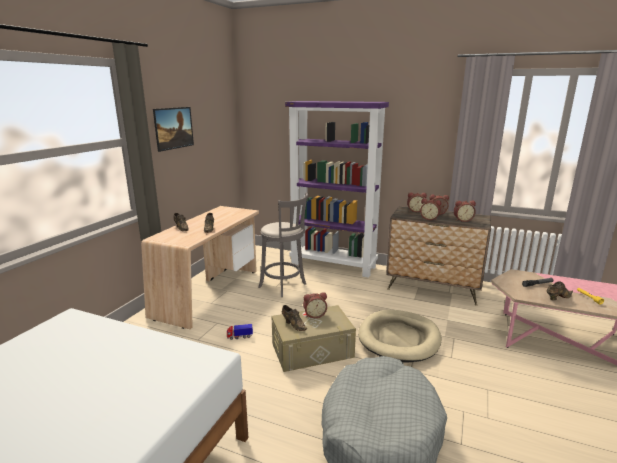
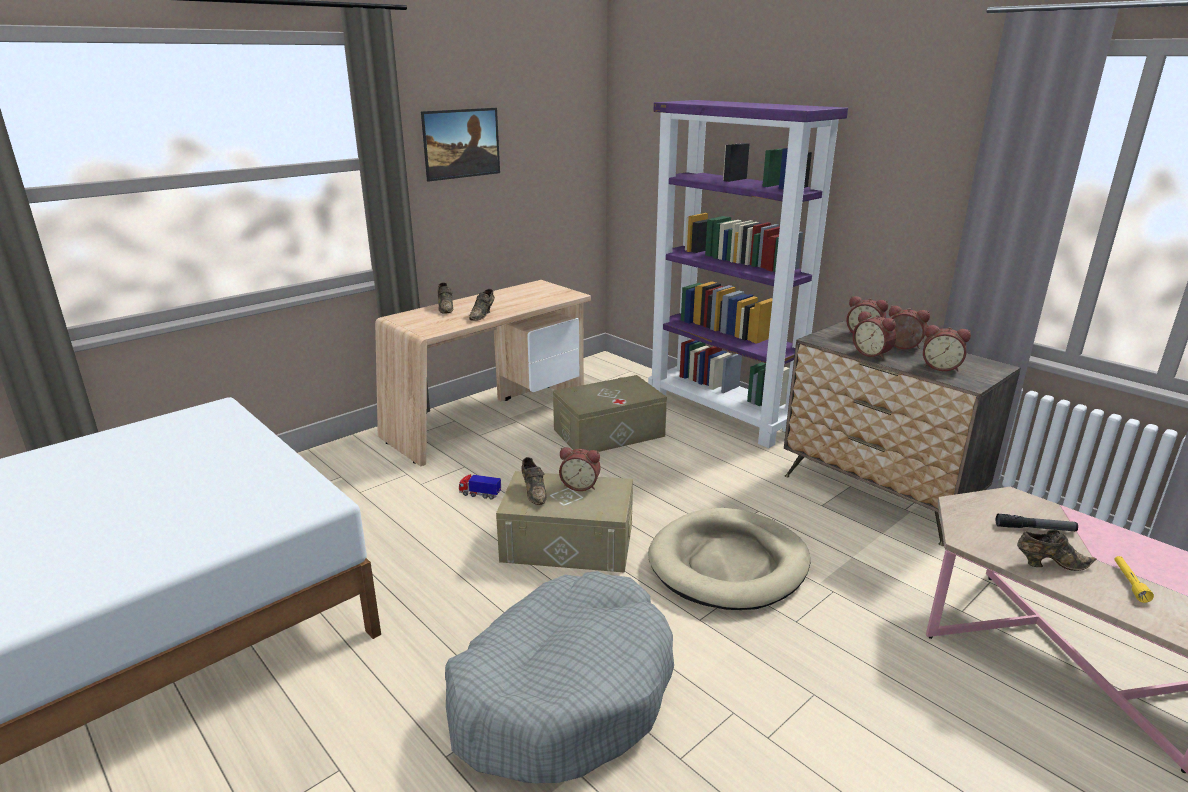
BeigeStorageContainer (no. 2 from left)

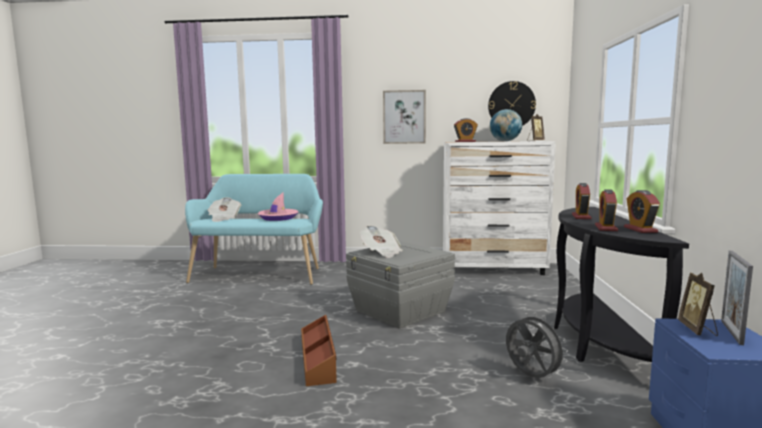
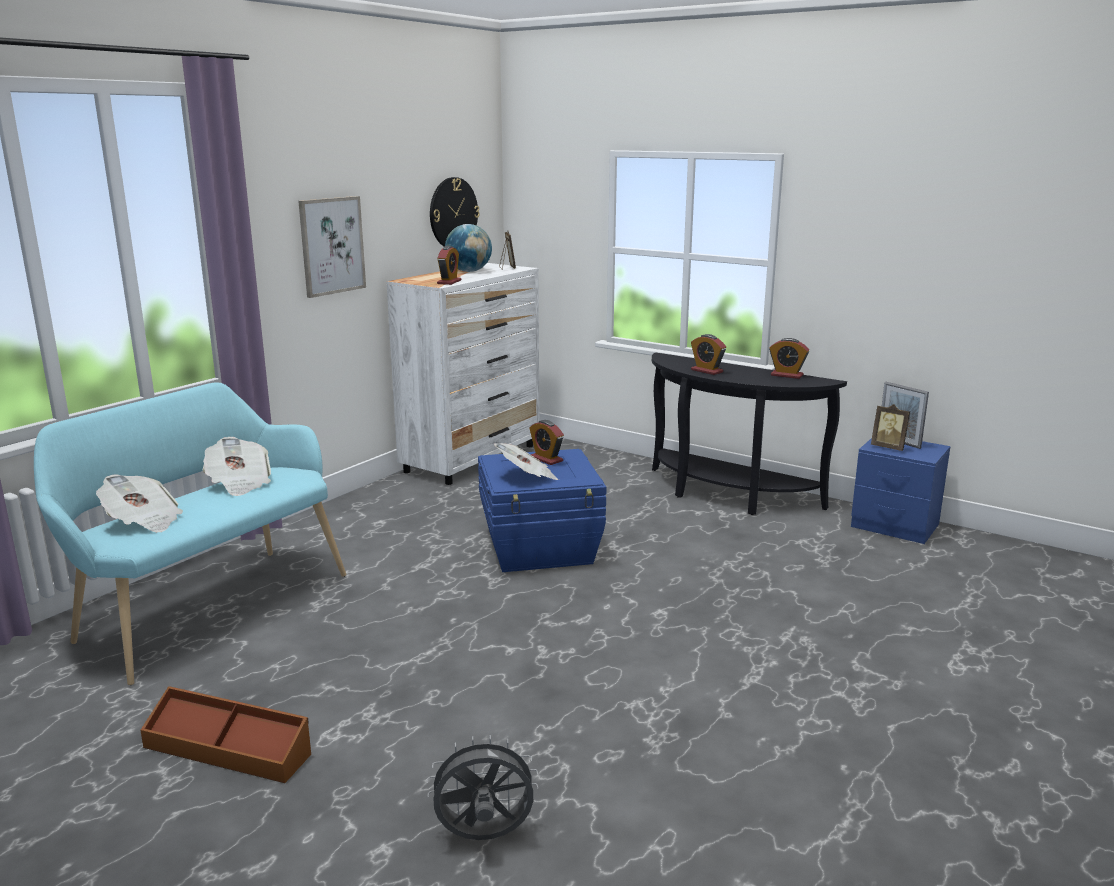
BrownStorageContainer
GrayCoolingFan
AlarmClock (no. 2 from left)
PrintedPaper (no. 2 from left)
BluishStorageContainer

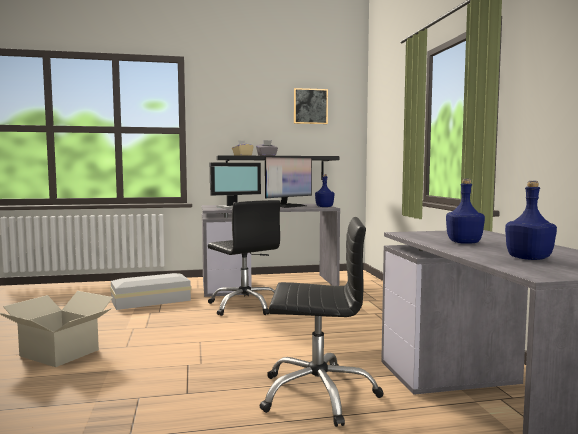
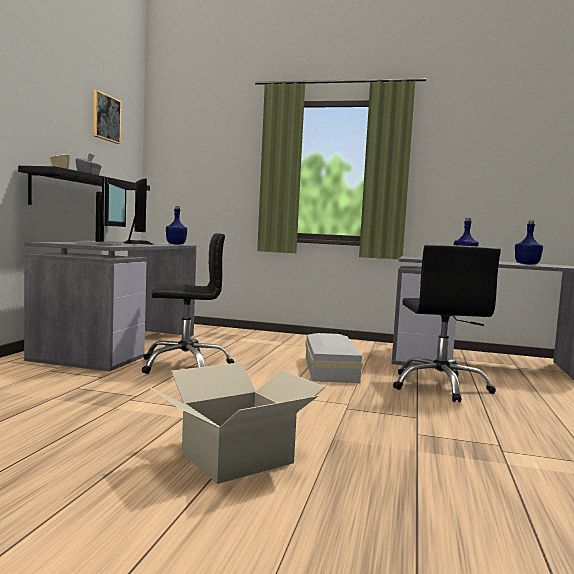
WhitishStorageContainer
BlackComputerChair (no. 2 from left)

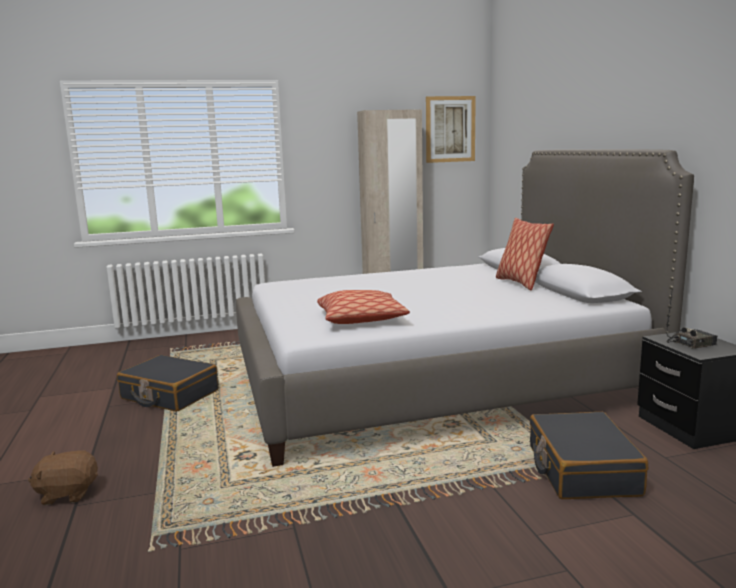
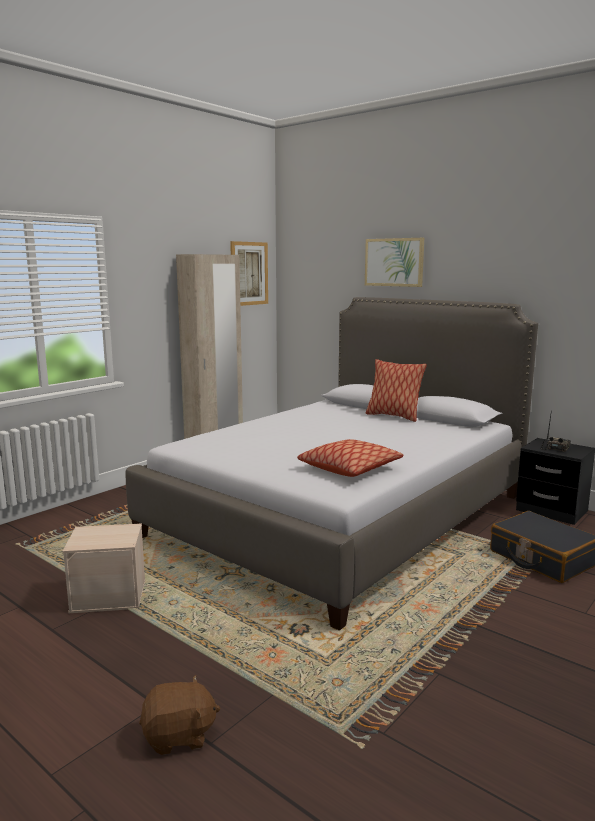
Picture (no. 2 from left)
BeigeStorageContainer
BrownPlushToy

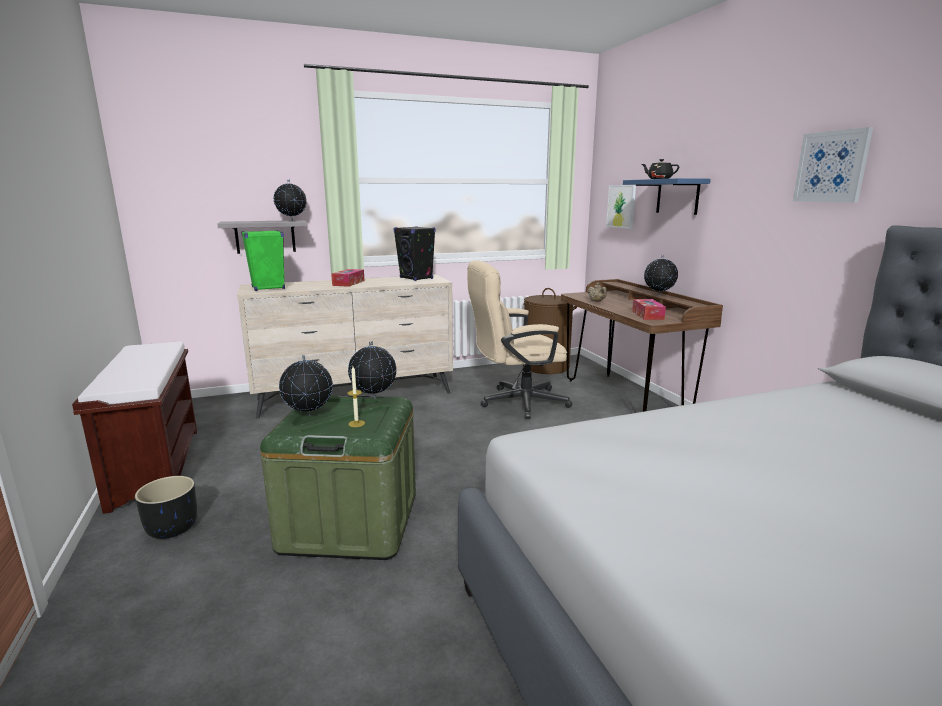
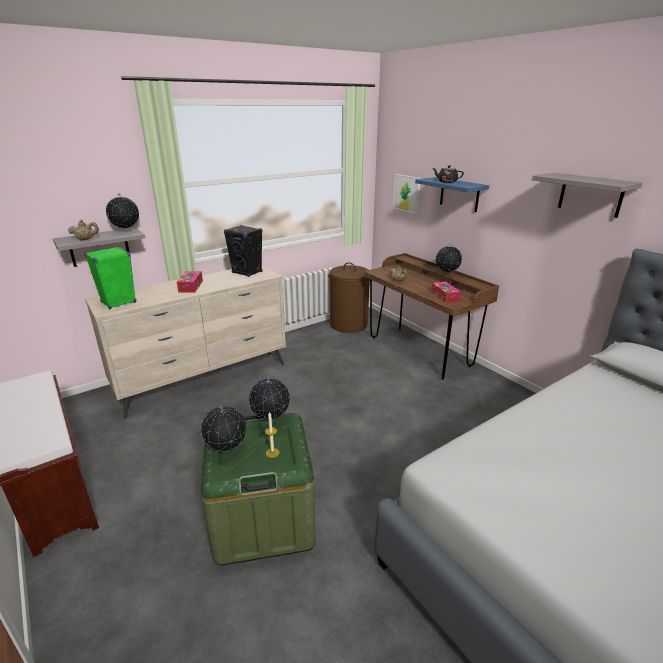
BlackPlanter
BeigeComputerChair
BeigeTeaPot (no. 1 from left)
GrayWallShelf (no. 2 from left)

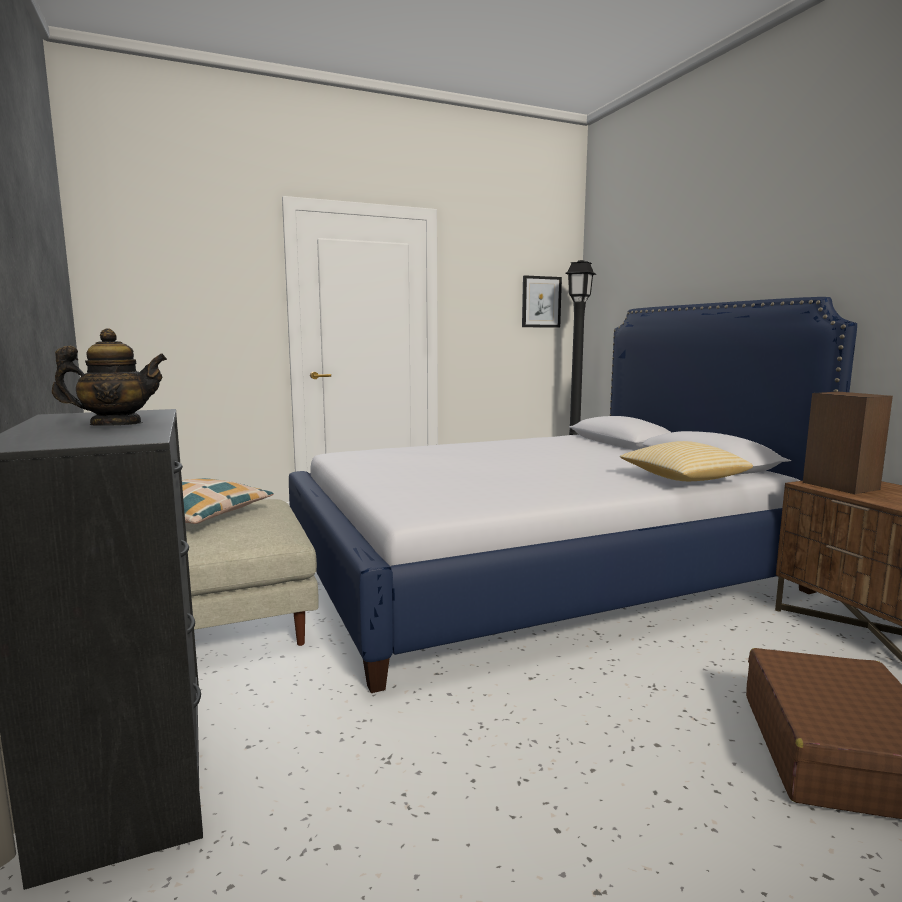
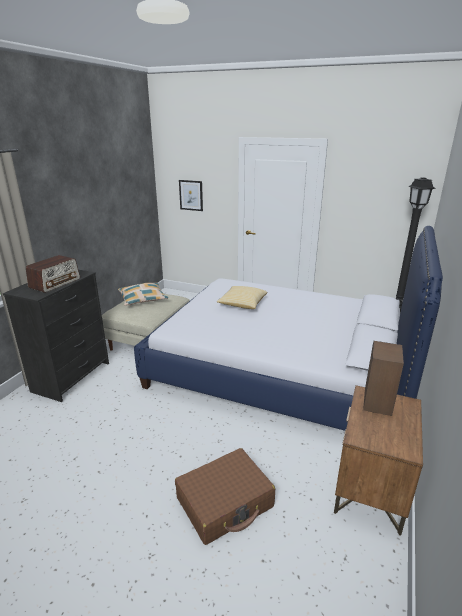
Picture
ThrowPillow (no. 2 from left)
Radio

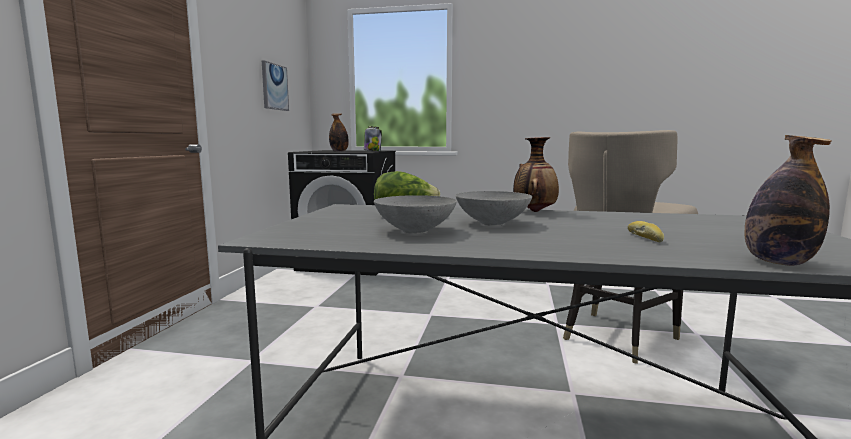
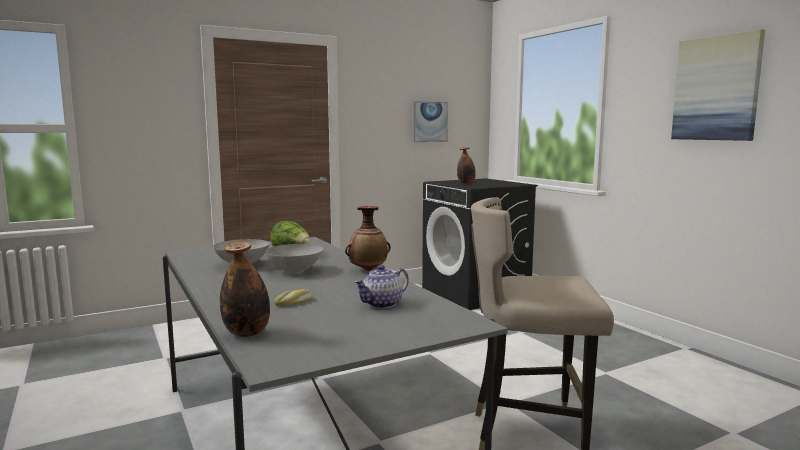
PreserveJar
TeaPot
Picture (no. 2 from left)

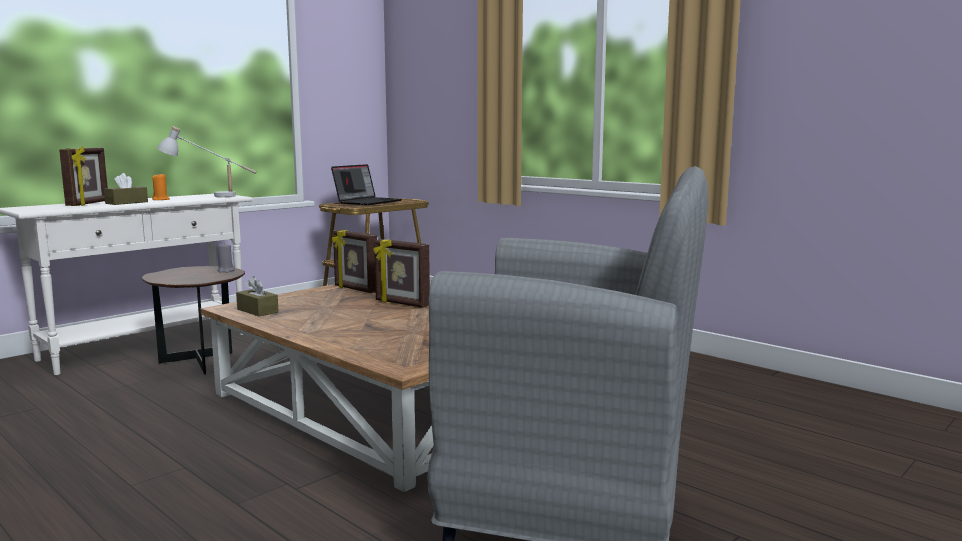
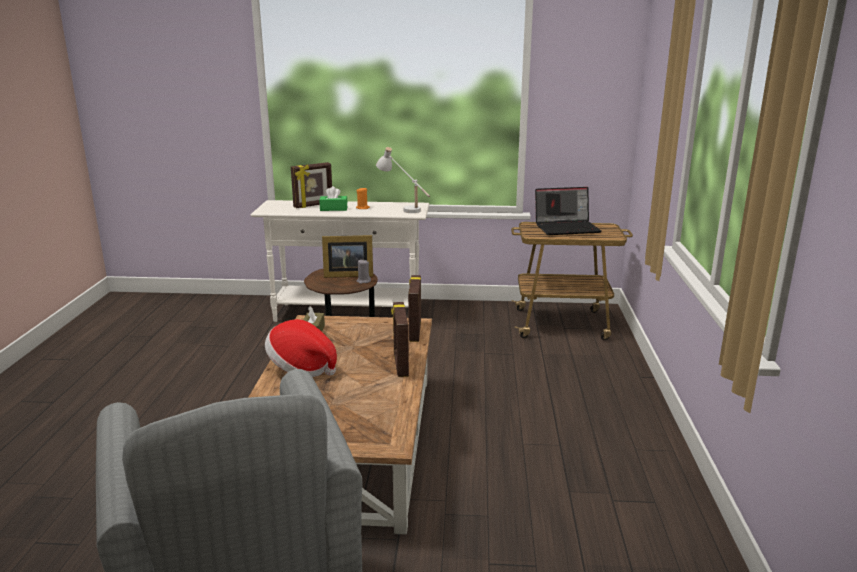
WearableHat
PictureFrame (no. 2 from left)
GreenColouredTissueHolder

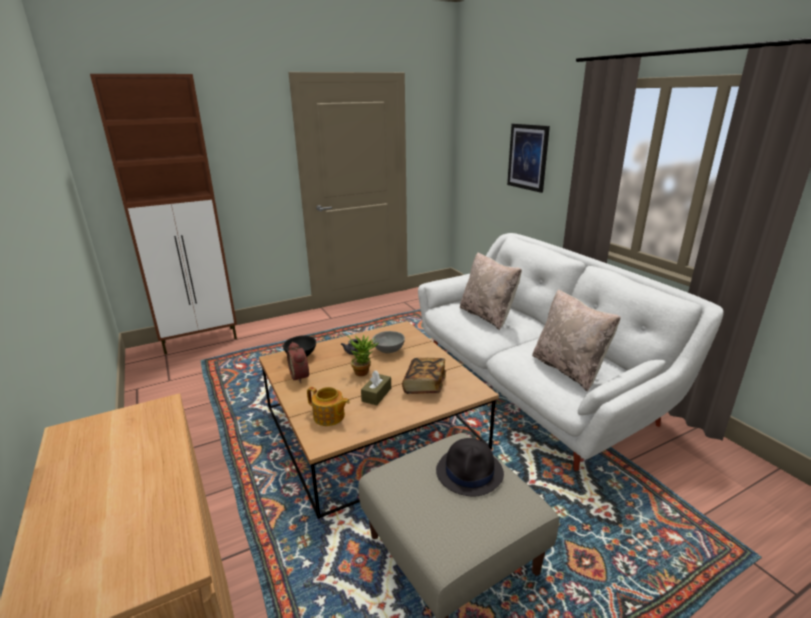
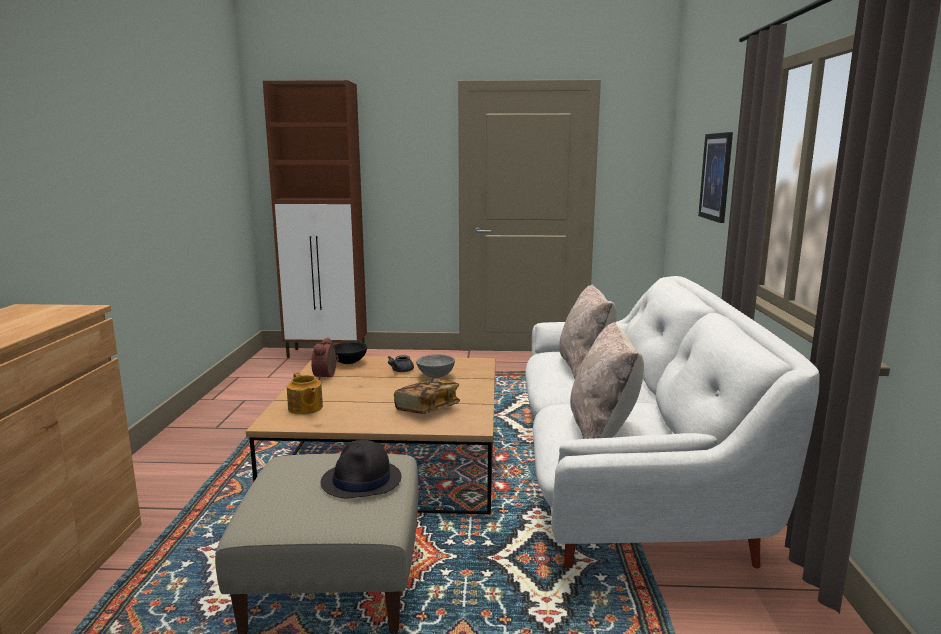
PottedPlant
BrownTissueHolder

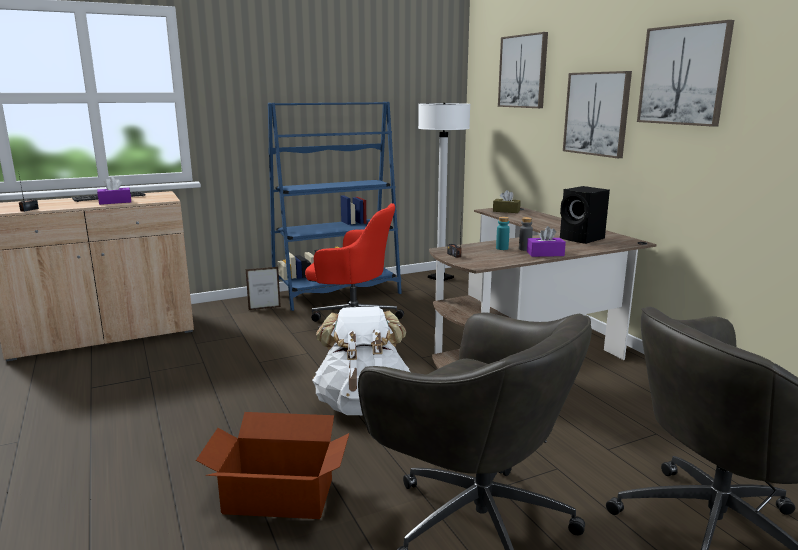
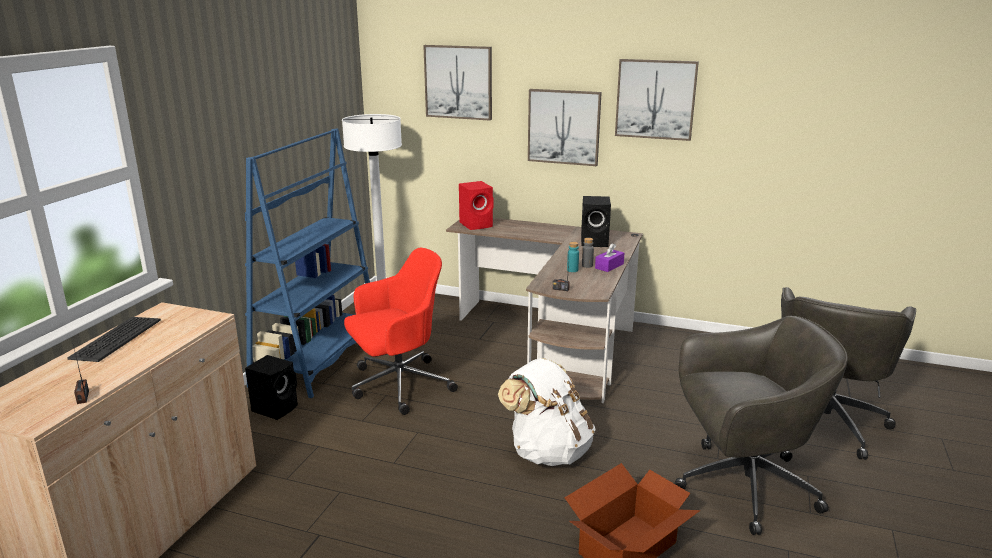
PurplishTissueHolder (no. 1 from left in the first image)
BlackSpeaker (no. 1 from left)
RedColouredSpeaker

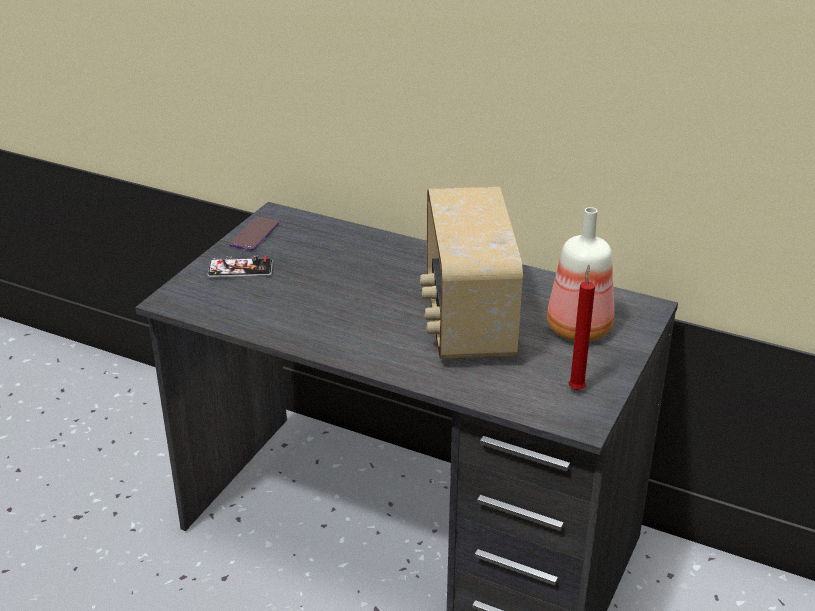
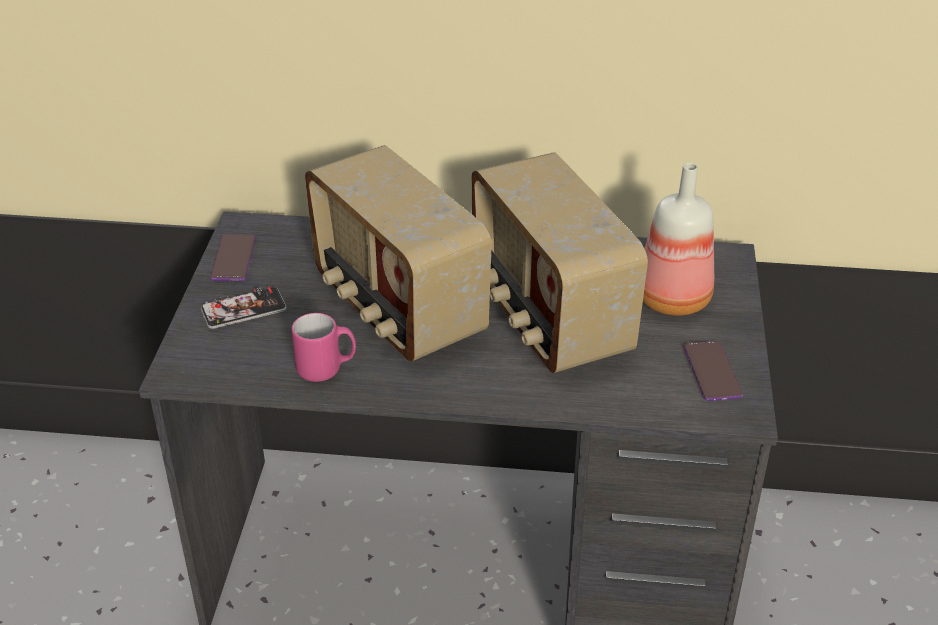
PinkColouredMug
Radio (no. 1 from left)
Handset (no. 3 from left)

